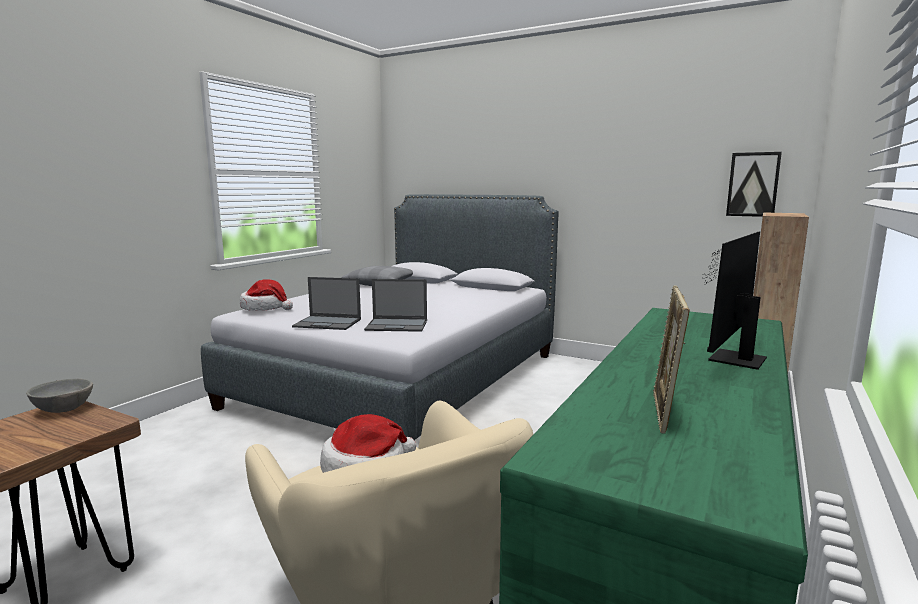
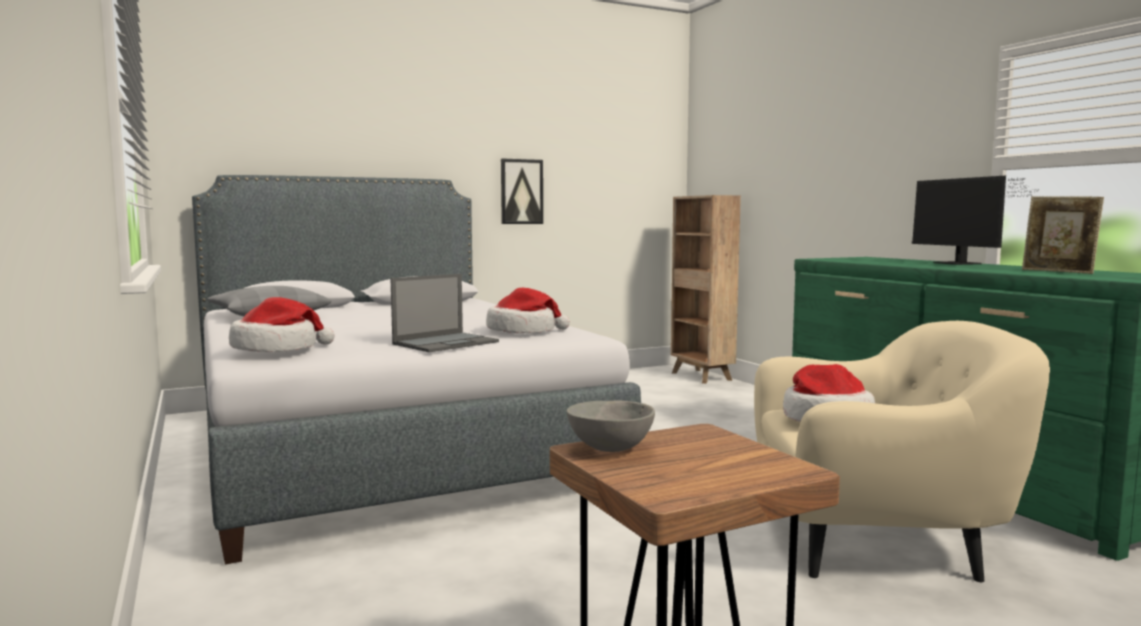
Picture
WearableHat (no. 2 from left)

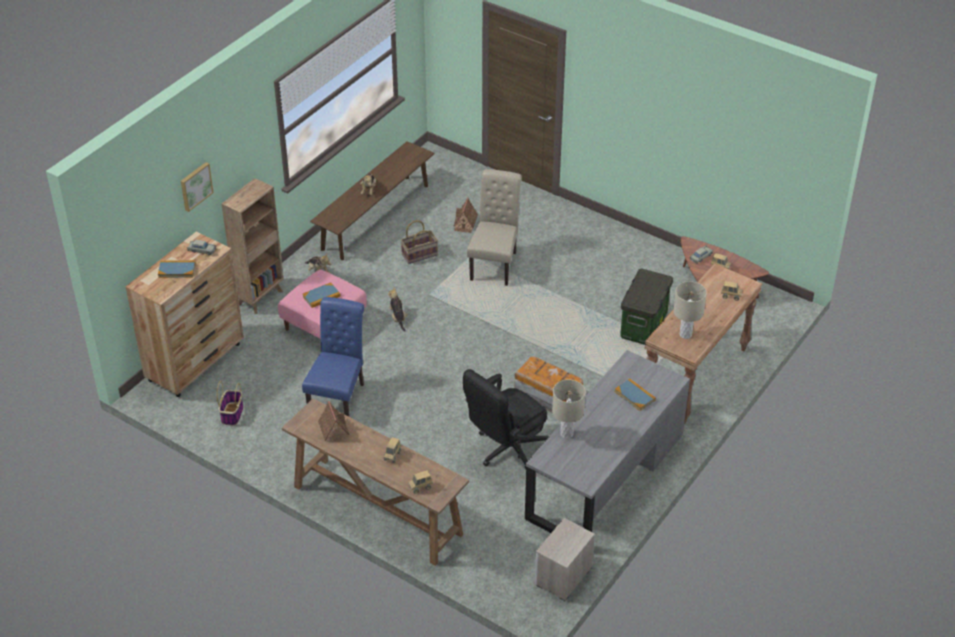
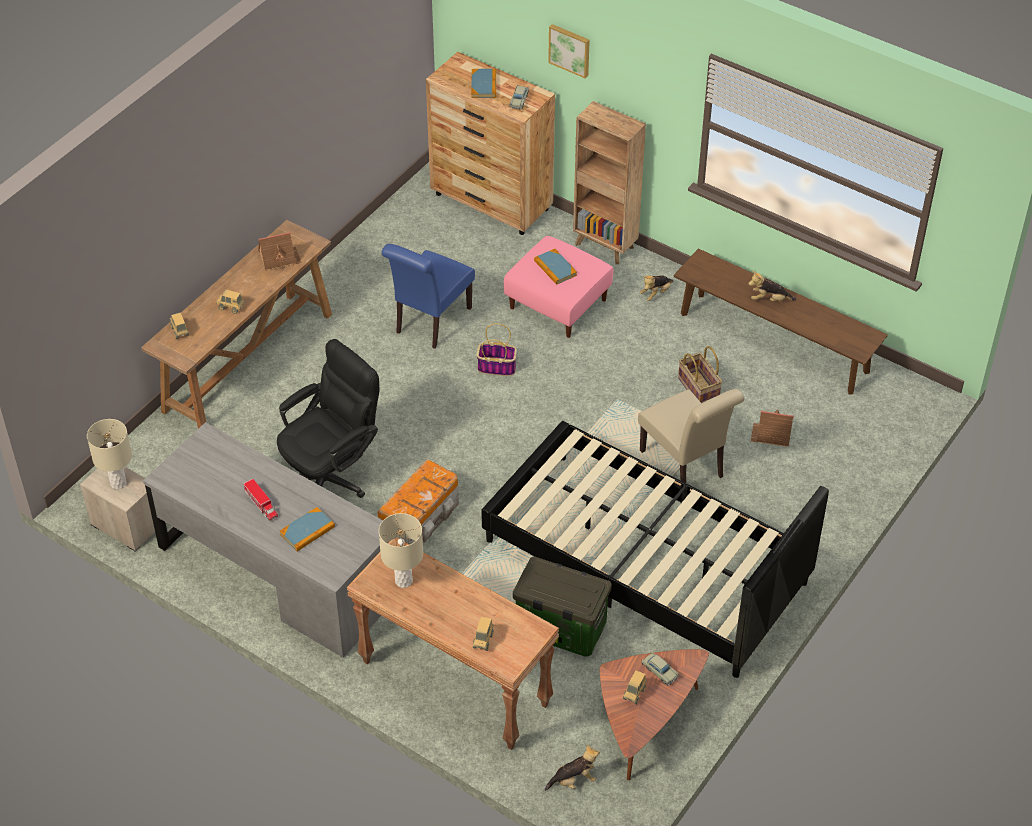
ModelTruck (no. 3 from left)
BlackBedroomBed
Basket (no. 1 from left)
PlushToy (no. 1 from left)
BeigeLampForATable (no. 1 from left)
BluishPlainChair
BlackComputerChair
BeigePlainChair

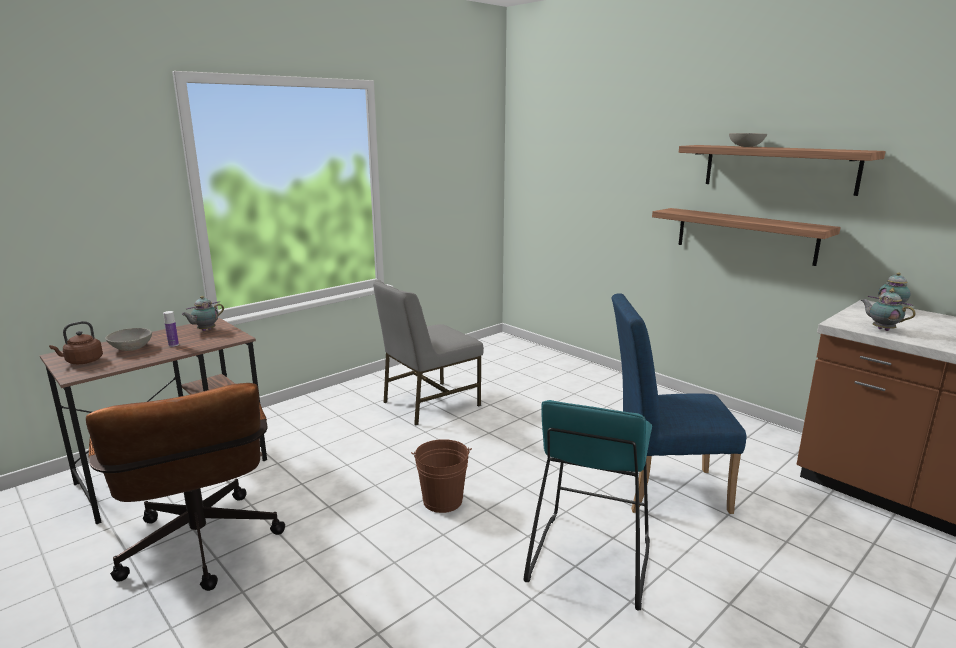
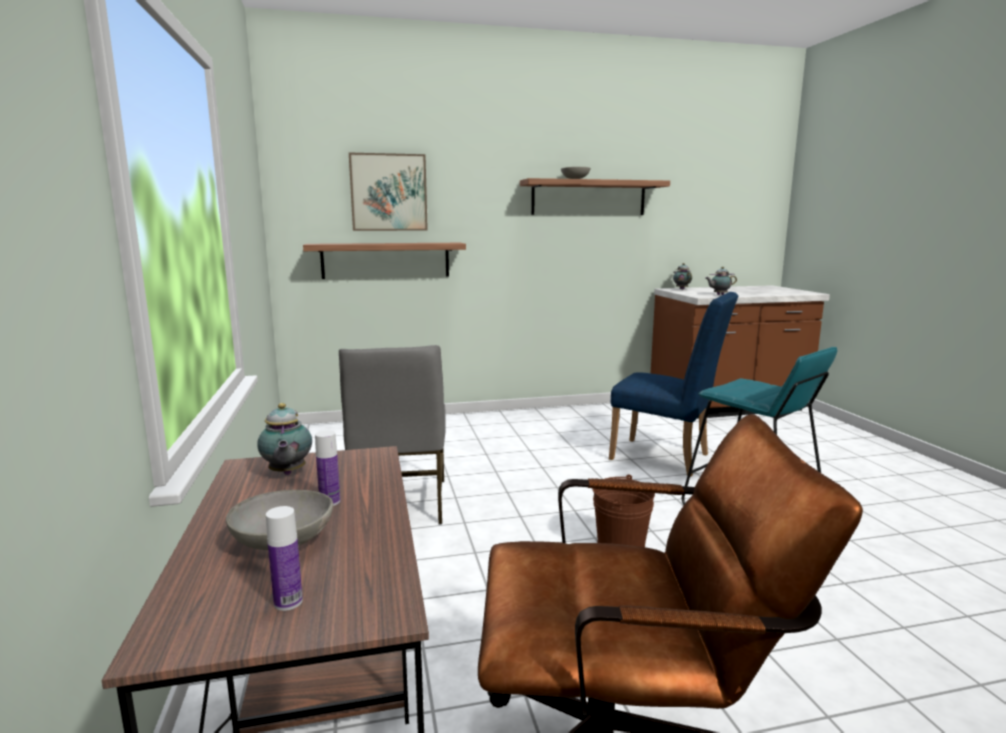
Picture
WallShelf (no. 1 from left)
Bottle (no. 1 from left)
BluishPlainChair

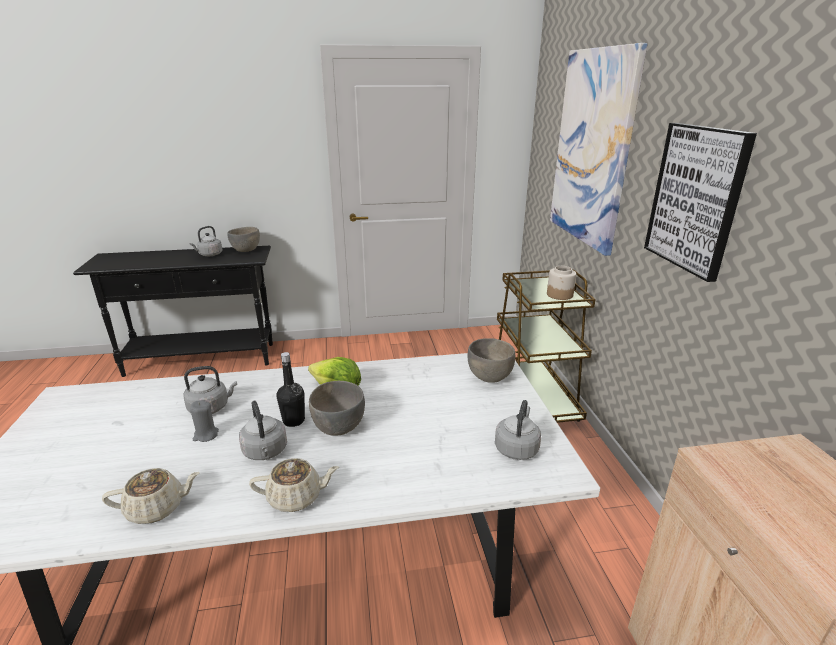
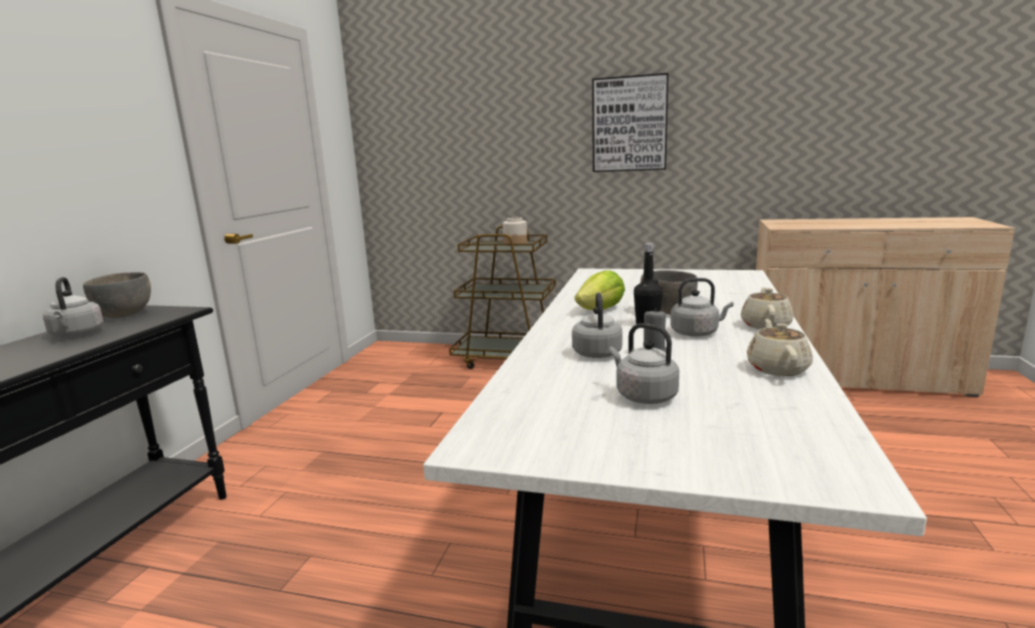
GrayDeepDish (no. 3 from left in the first image)
Picture (no. 1 from left in the first image)
GrayKettle (no. 3 from left)

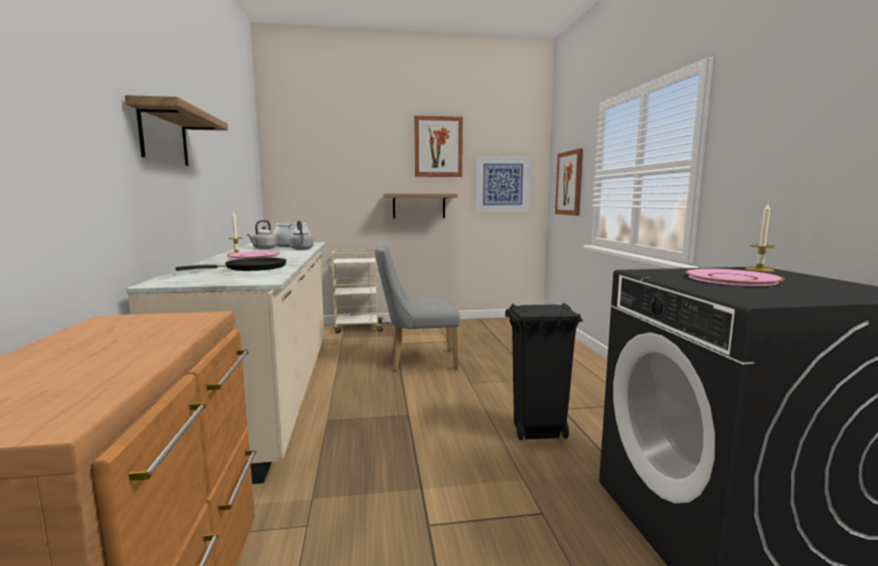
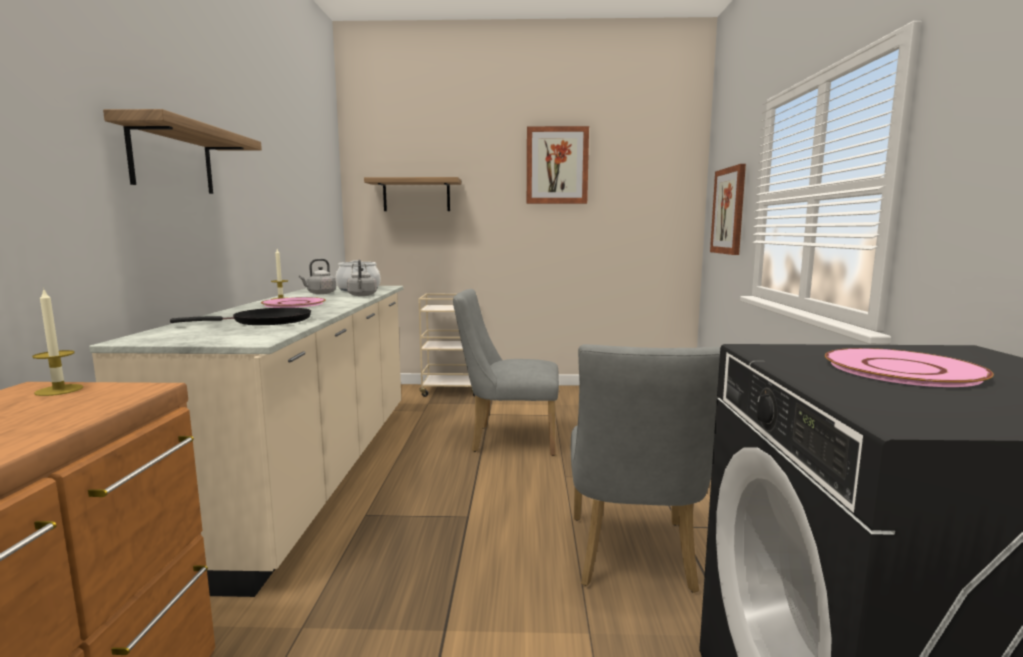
Picture (no. 2 from left in the first image)
WallShelf (no. 2 from left)
Candle (no. 1 from left)
GrayPlainChair (no. 2 from left)

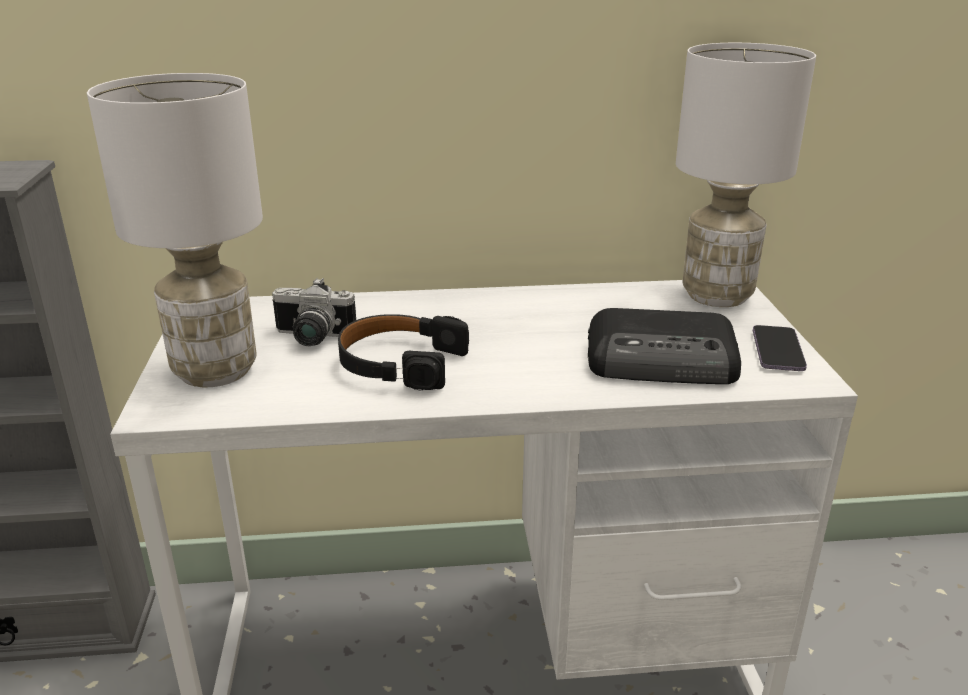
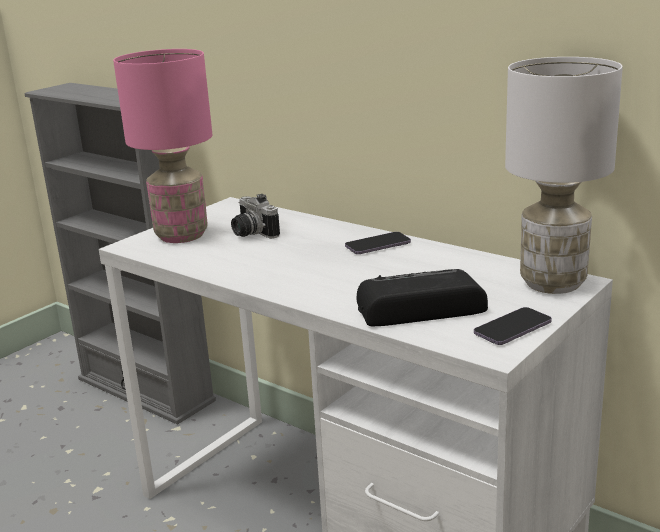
BlackHeadphones
Handset (no. 1 from left)
PinkColouredLampForATable
Radio

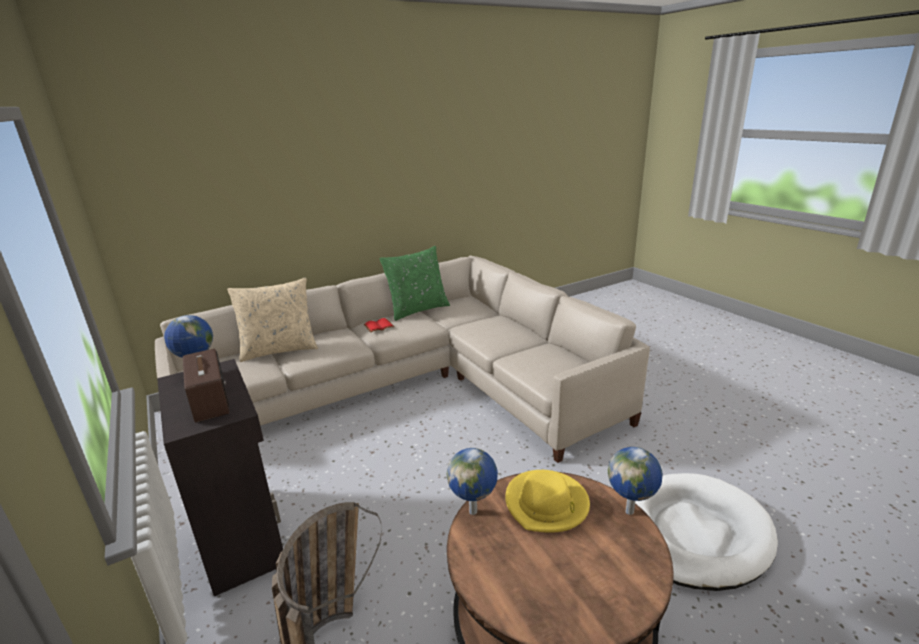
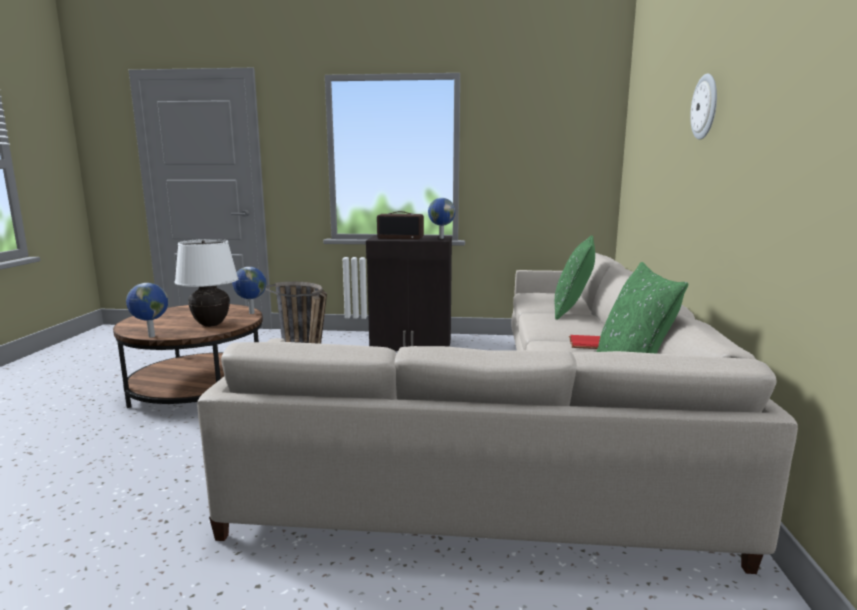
WhitishDogCushion
WallClock
WhitishLampForATable
GreenColouredThrowPillow (no. 1 from left)

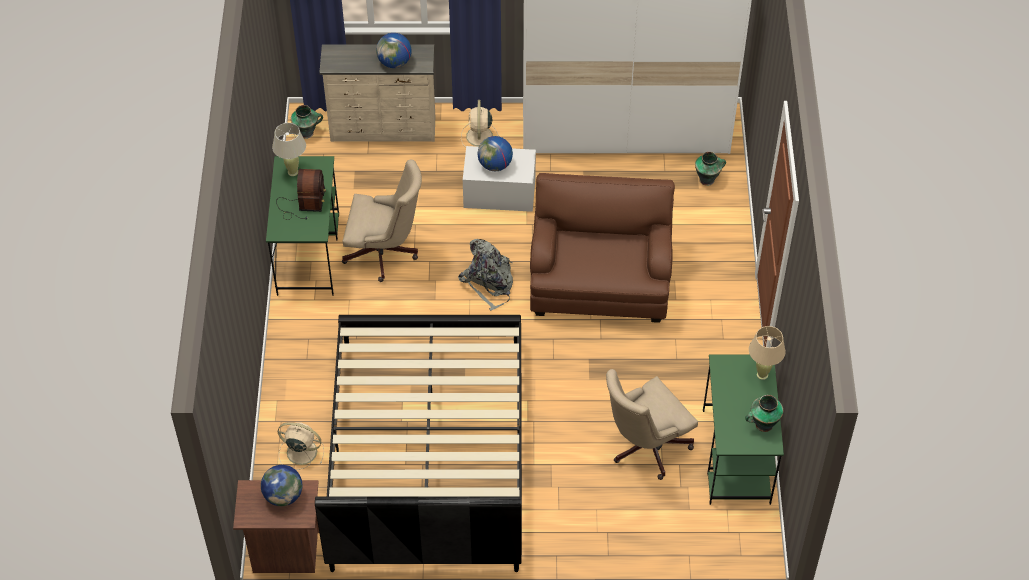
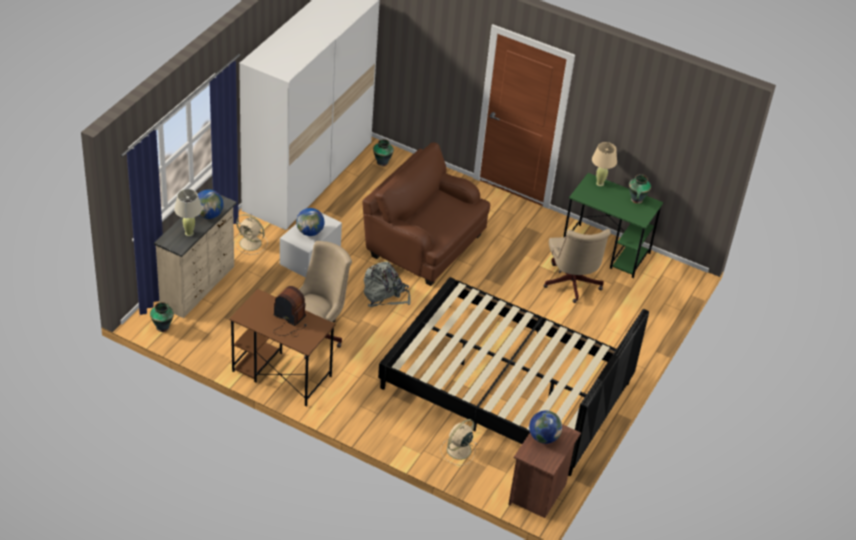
BeigeLampForATable (no. 1 from left)
BrownDeskTable

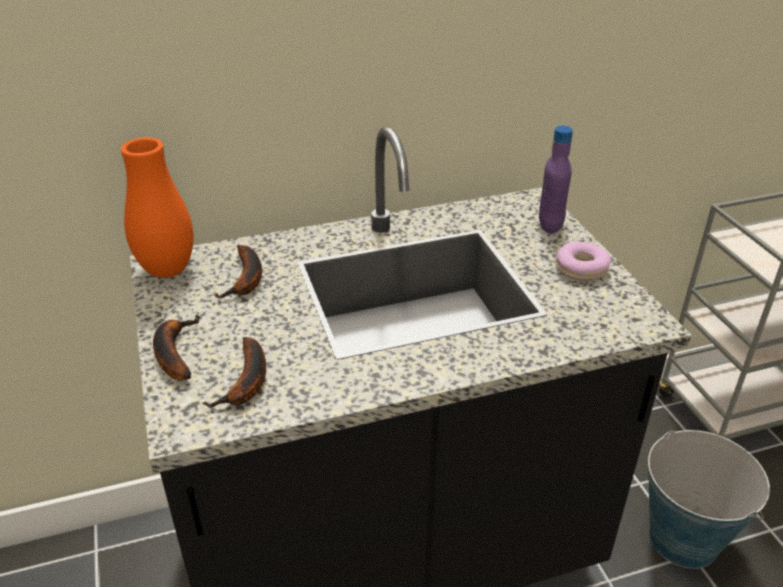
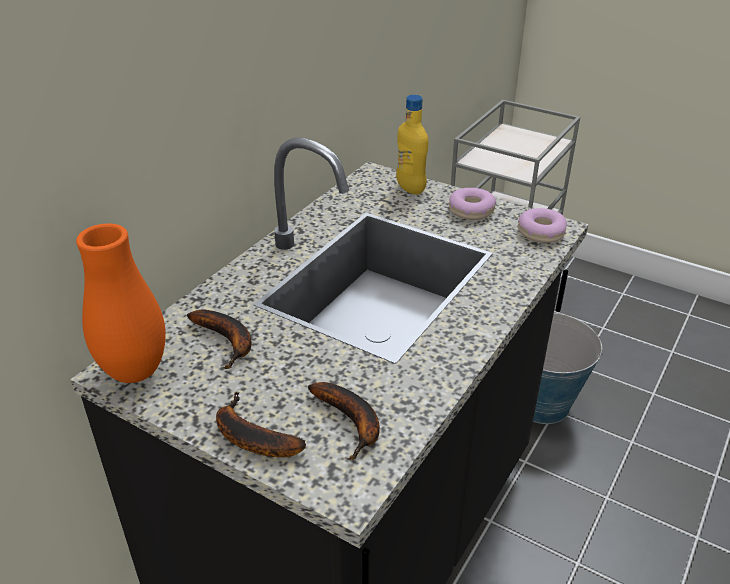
Doughnut (no. 2 from left)
YellowishBottle

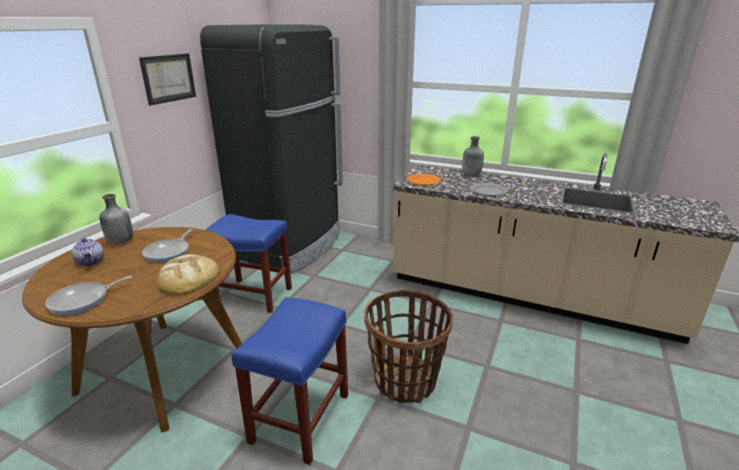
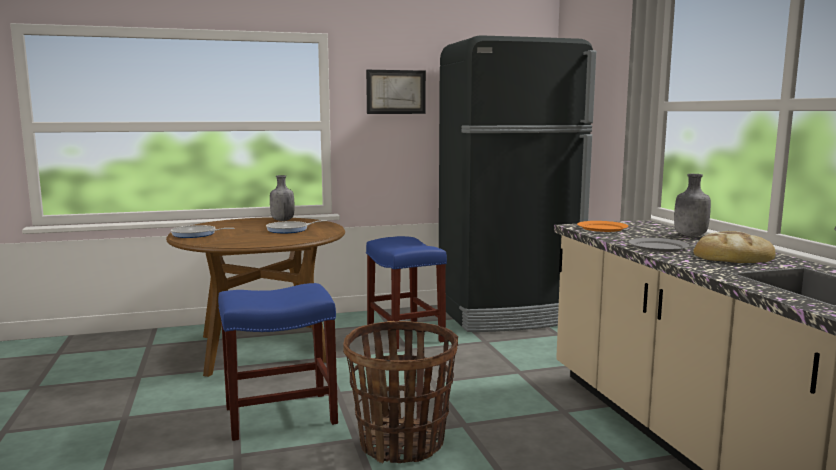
TeaPot
Bread

